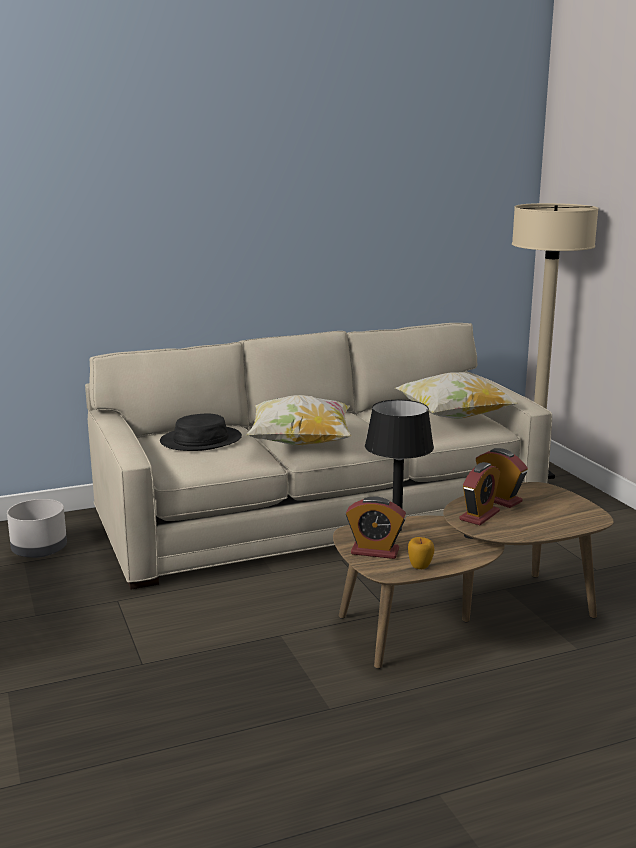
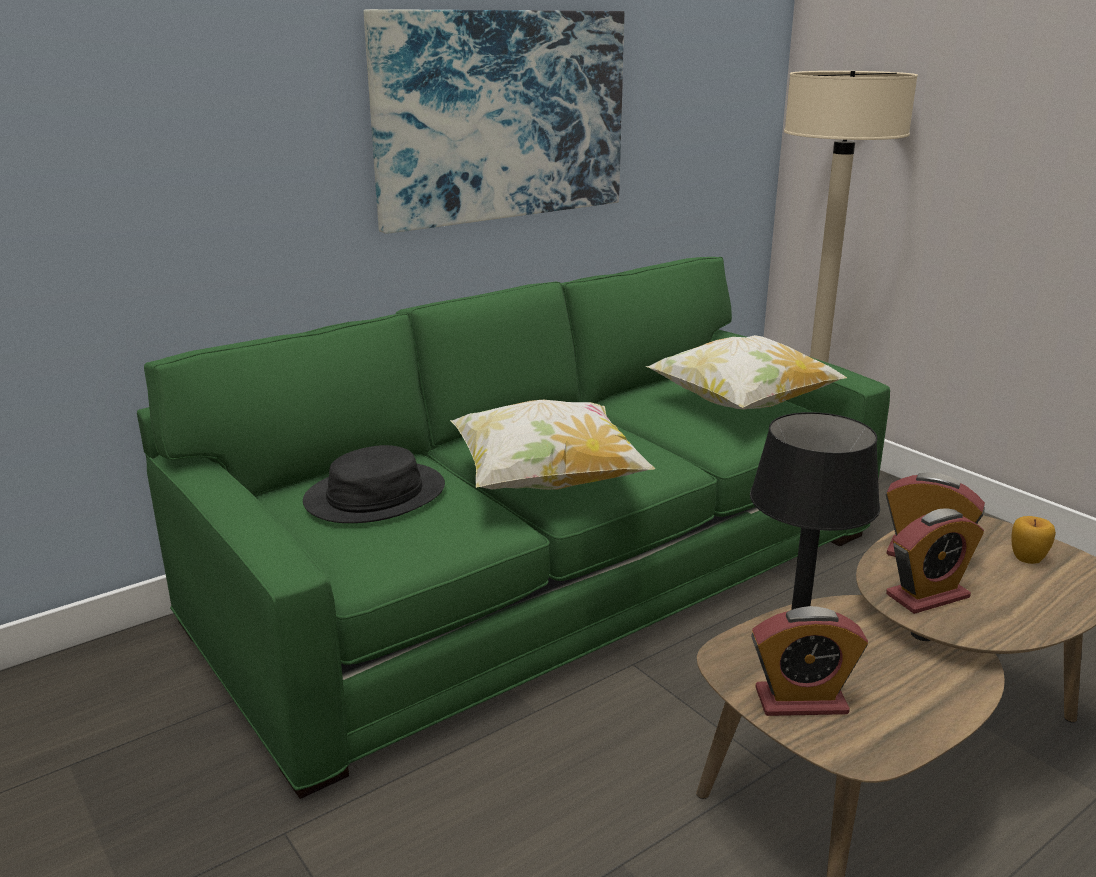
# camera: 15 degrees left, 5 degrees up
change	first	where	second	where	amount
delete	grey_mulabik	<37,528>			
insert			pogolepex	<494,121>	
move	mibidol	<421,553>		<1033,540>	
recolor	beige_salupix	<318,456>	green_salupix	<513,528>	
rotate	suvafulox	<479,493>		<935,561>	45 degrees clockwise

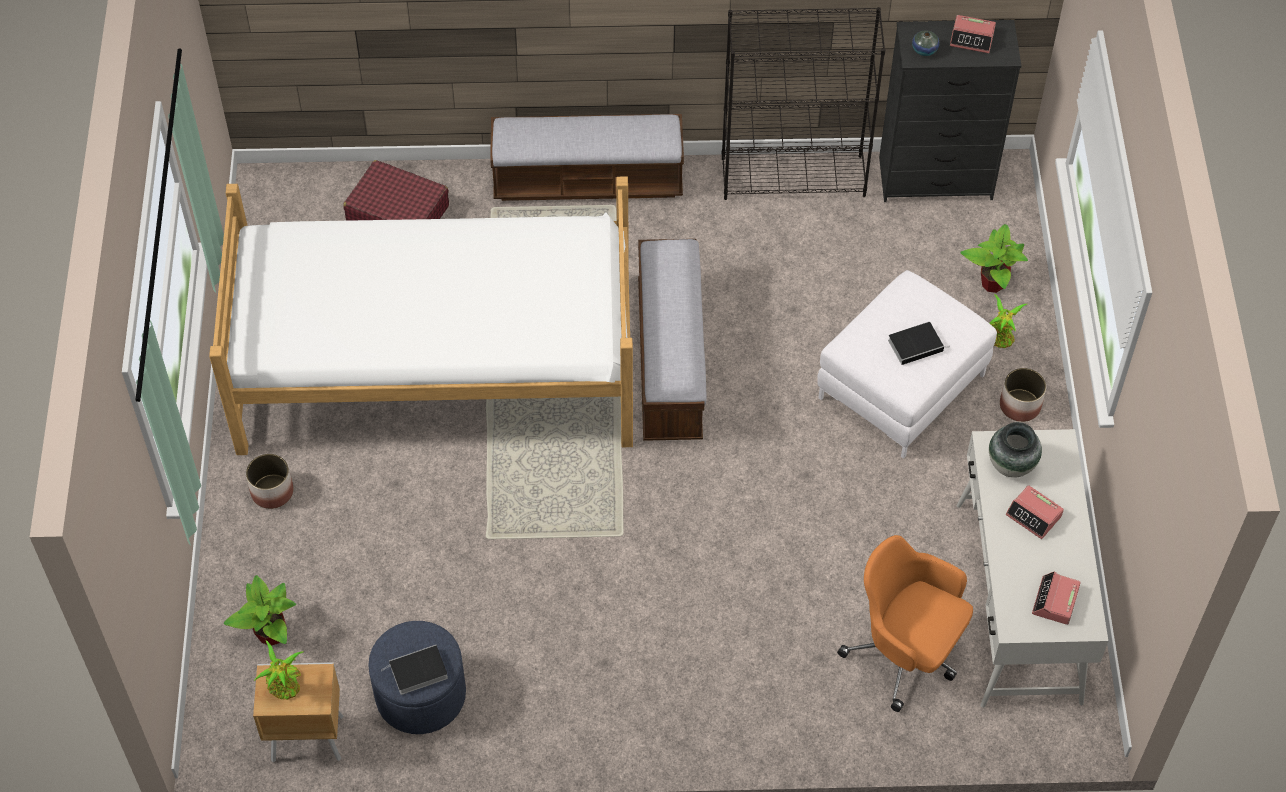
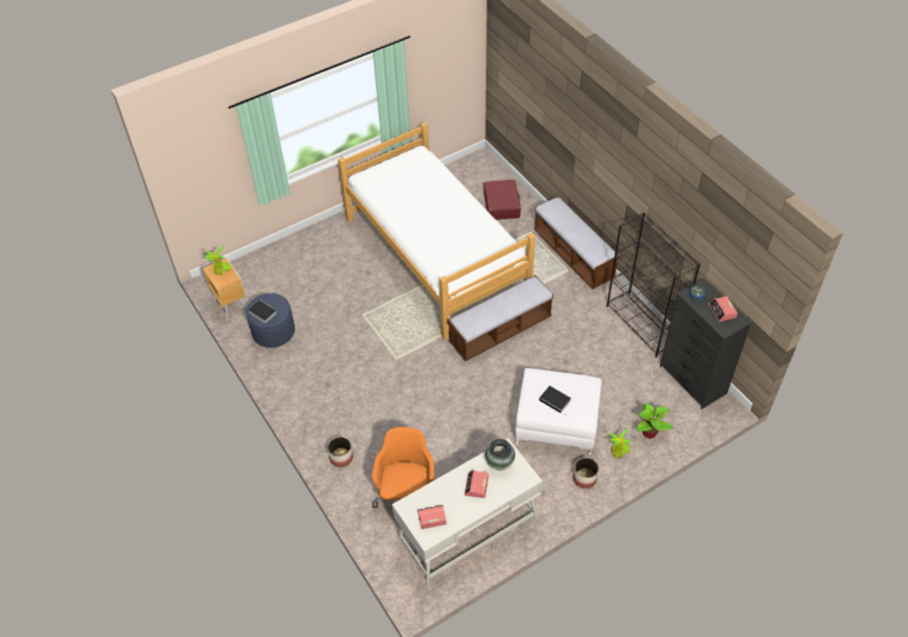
# camera: 60 degrees right, 5 degrees down
change	first	where	second	where	amount
delete	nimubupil	<260,610>			
move	mulabik	<269,481>		<340,452>	

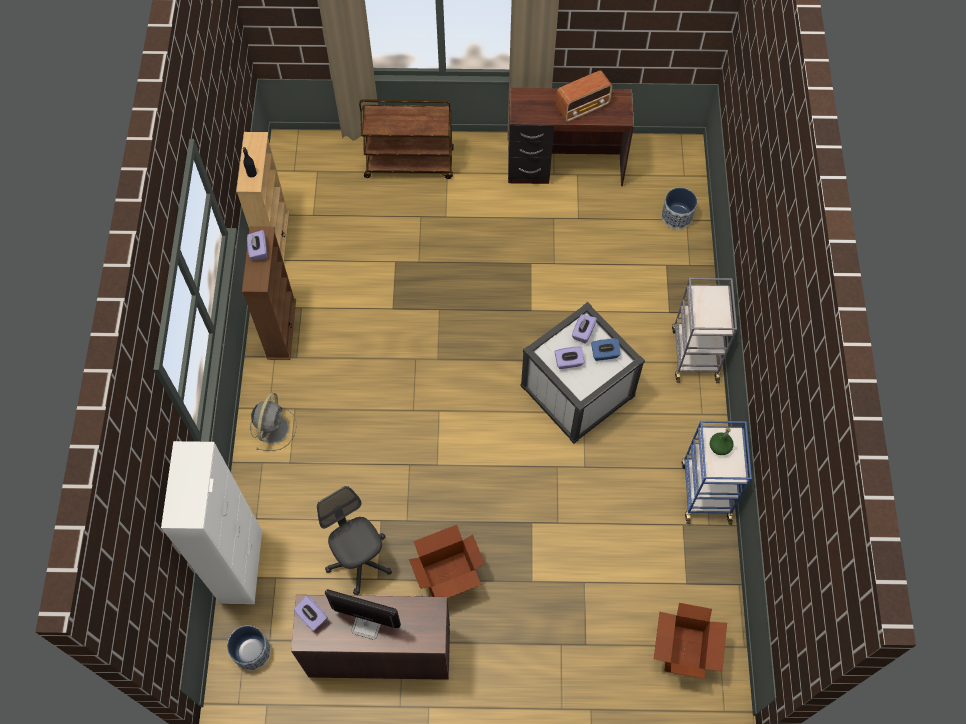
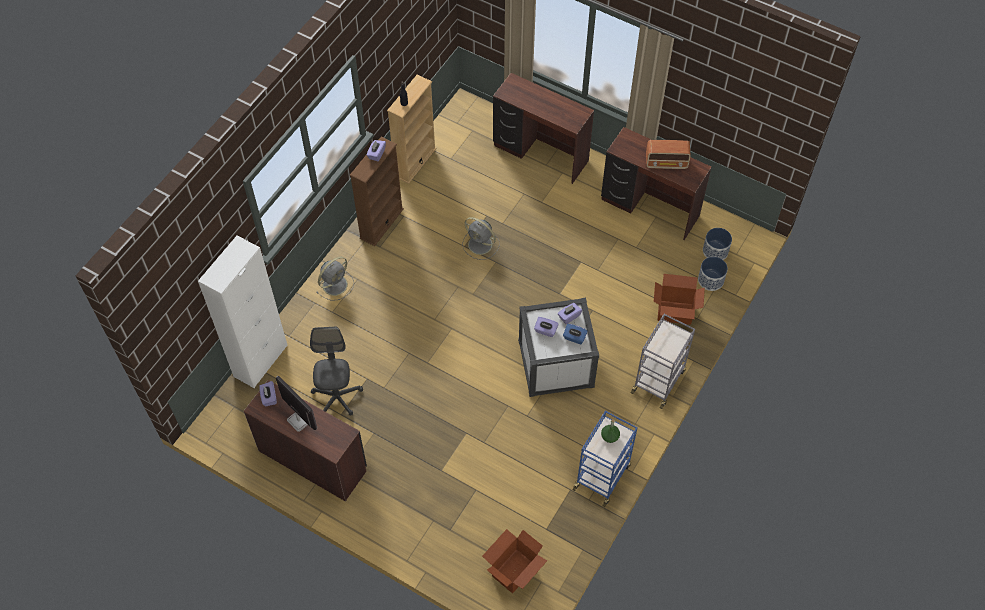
# camera: 30 degrees right, 5 degrees down
change	first	where	second	where	amount
insert			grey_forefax	<481,238>	
move	mulabik	<249,648>		<717,244>	
move	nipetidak	<447,561>		<679,299>	
replace	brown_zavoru	<406,139>	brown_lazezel	<543,128>	

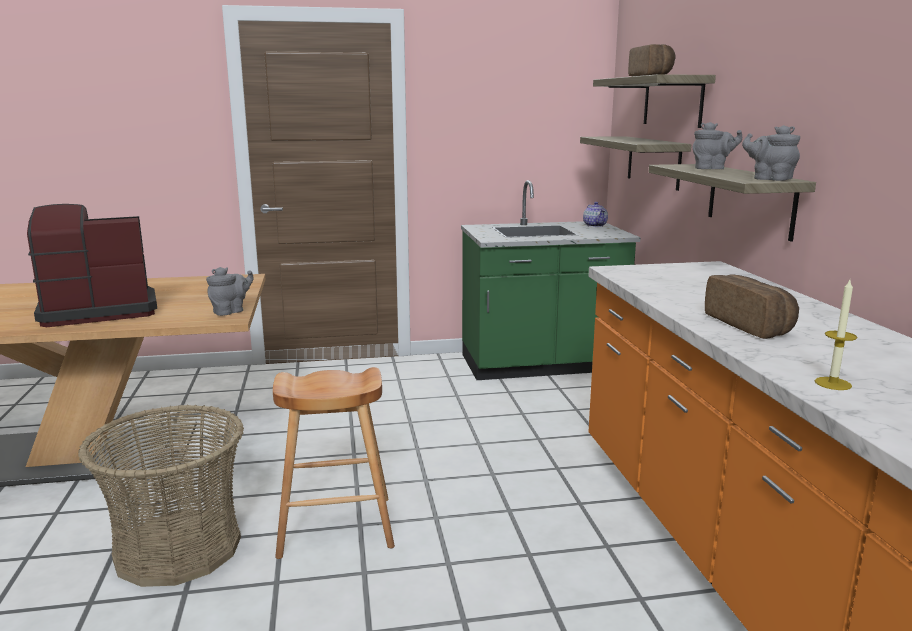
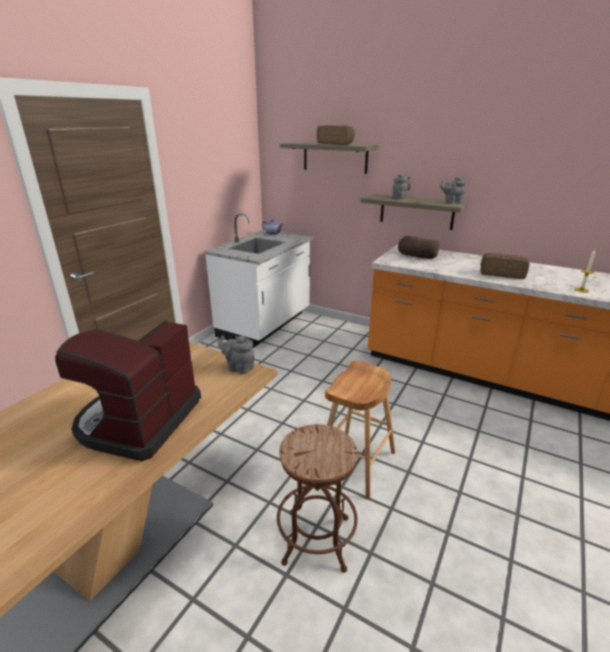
# camera: 50 degrees left, 10 degrees up
change	first	where	second	where	amount
delete	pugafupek	<635,163>			
insert			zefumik	<418,247>	
replace	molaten	<161,495>	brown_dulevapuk	<317,498>	
recolor	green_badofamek	<551,280>	white_badofamek	<259,280>	
rotate	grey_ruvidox	<230,291>		<236,355>	60 degrees counterclockwise

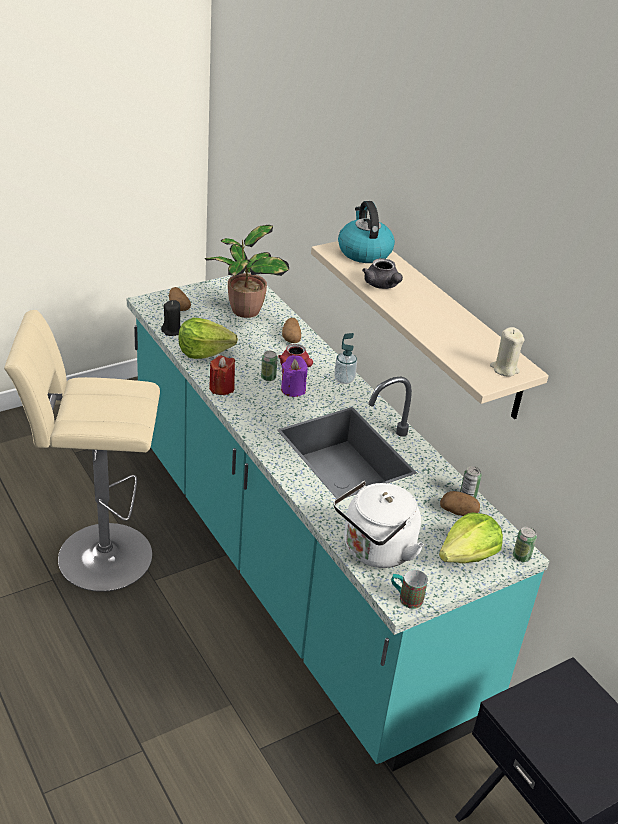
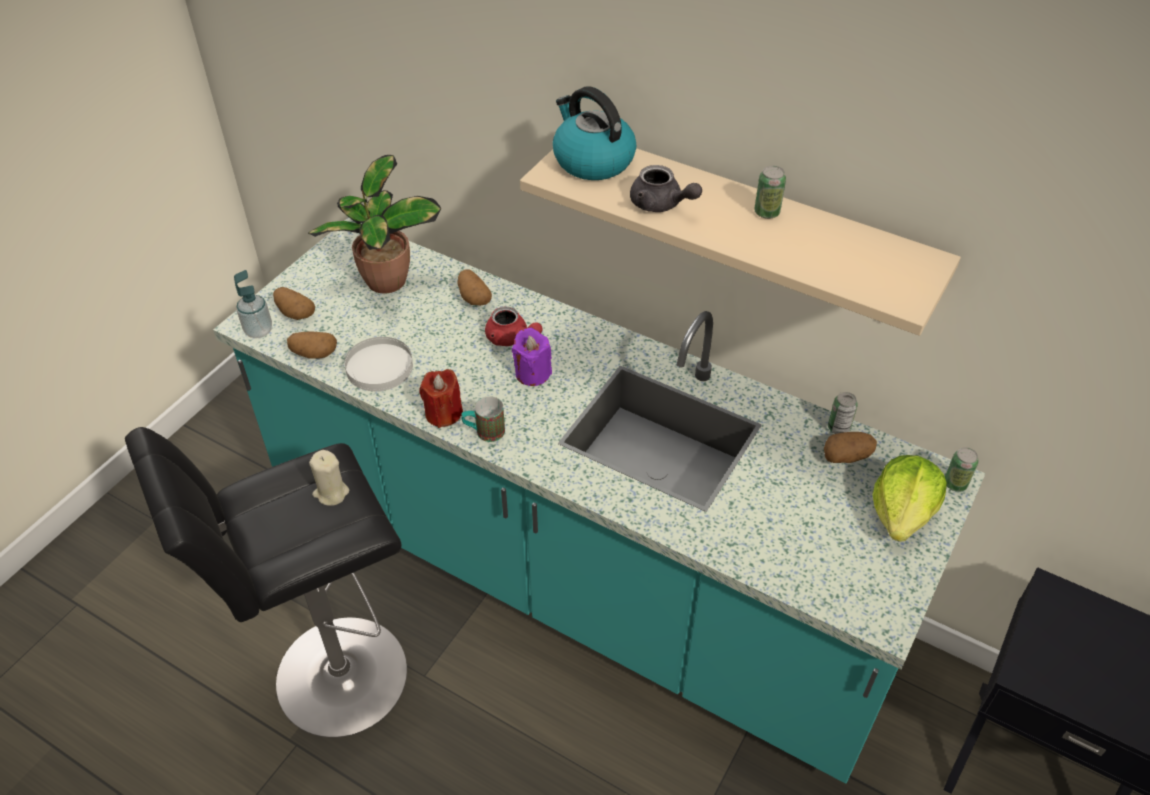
# camera: 25 degrees left, 10 degrees up
change	first	where	second	where	amount
delete	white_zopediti	<379,524>			
move	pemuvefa	<269,366>		<770,192>	
move	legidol	<345,358>		<253,304>	
move	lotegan	<409,589>		<483,419>	
move	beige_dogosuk	<507,352>		<329,478>	
replace	black_dogosuk	<171,318>	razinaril	<312,345>	
replace	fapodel	<208,338>	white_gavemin	<378,364>	
recolor	beige_dulevapuk	<82,451>	black_dulevapuk	<266,582>	

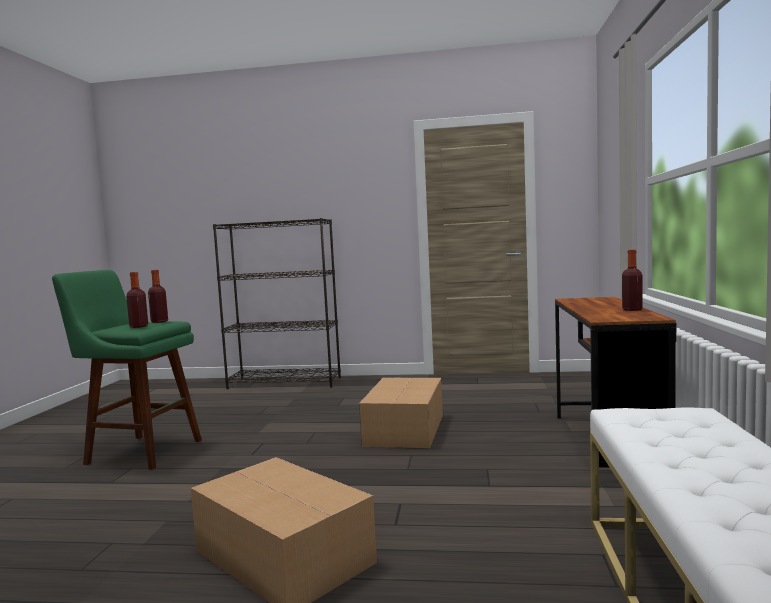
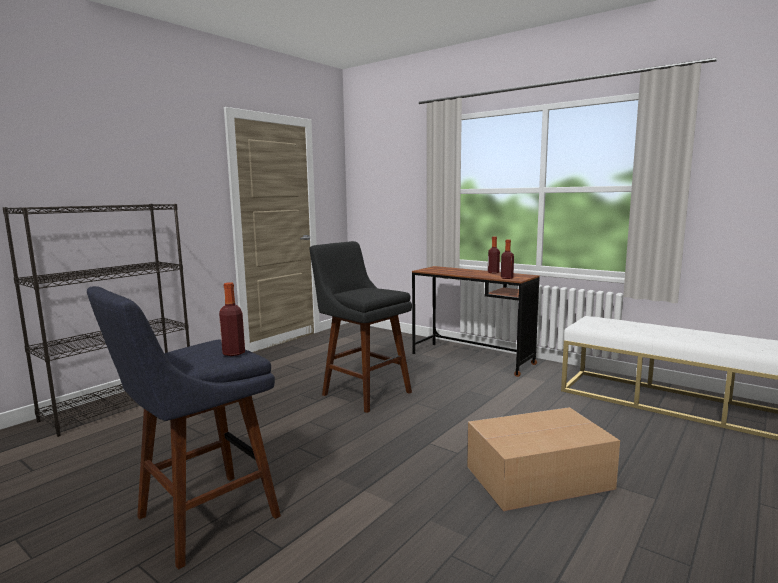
# camera: 60 degrees left, 5 degrees up
change	first	where	second	where	amount
move	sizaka	<158,296>		<507,259>	
replace	nipetidak	<401,413>	black_dulevapuk	<360,327>	
recolor	green_dulevapuk	<127,370>	blue_dulevapuk	<184,428>	

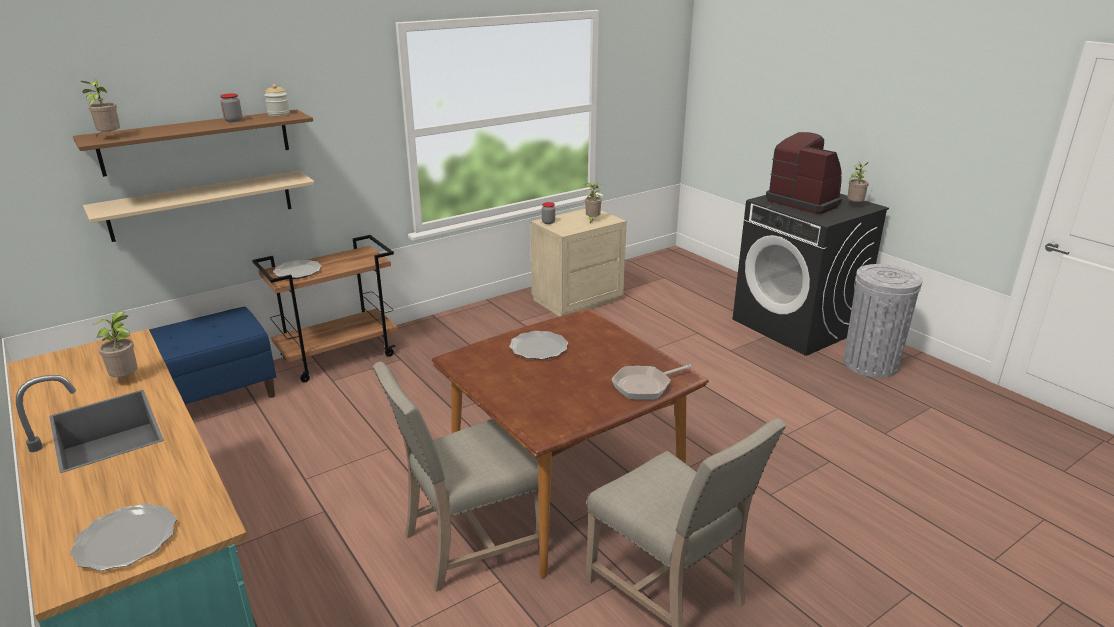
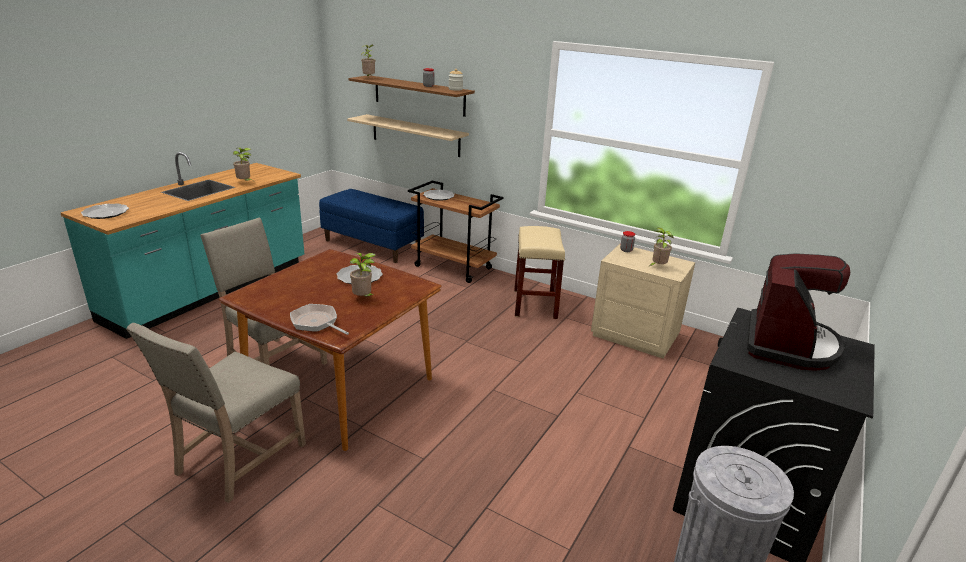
# camera: 65 degrees right, 0 degrees up
change	first	where	second	where	amount
insert			beige_dulevapuk	<539,272>	
move	nimubupil	<858,181>		<363,275>	

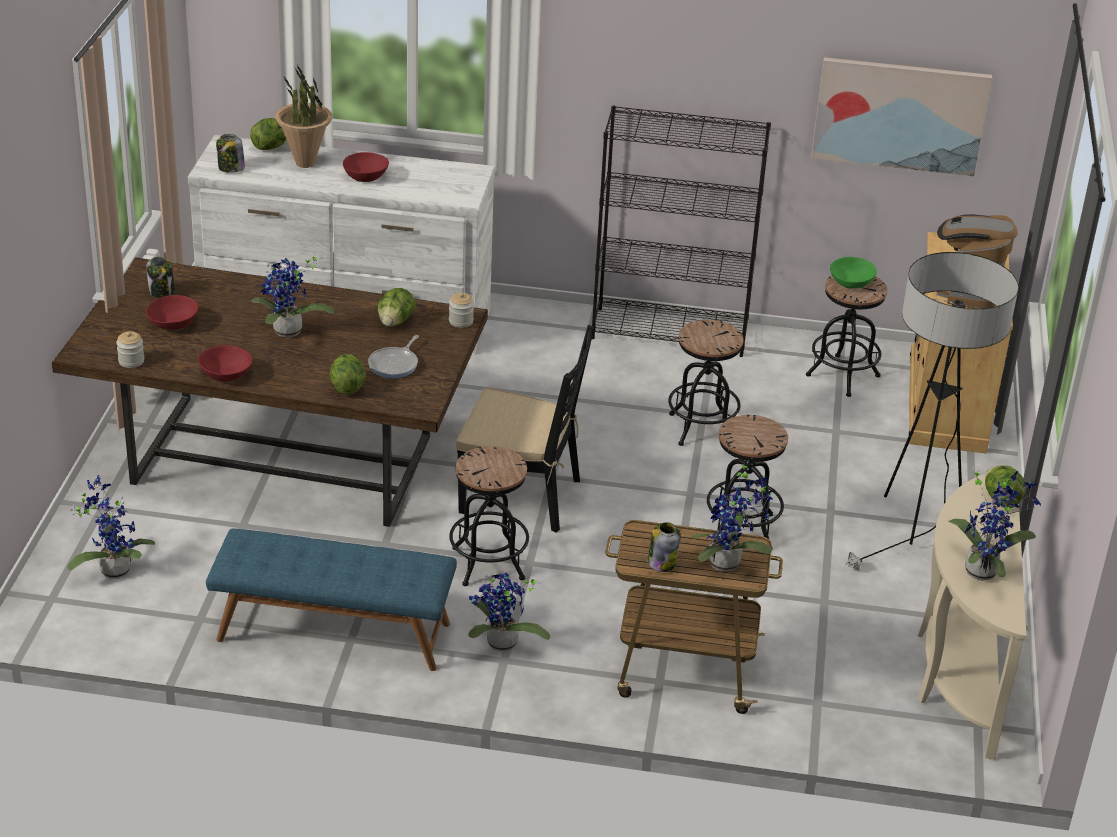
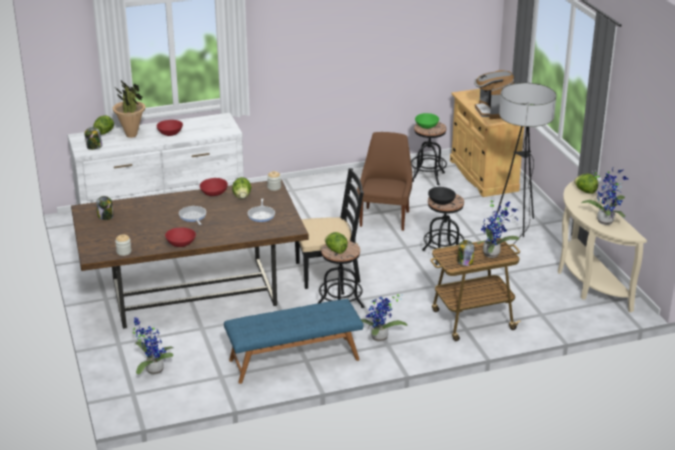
# camera: 25 degrees left, 5 degrees down
change	first	where	second	where	amount
delete	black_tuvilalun	<681,231>			
delete	pogolepex	<901,116>			
insert			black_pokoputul	<442,196>	
move	red_pokoputul	<172,312>		<214,187>	
move	fapodel	<347,374>		<336,243>	
replace	nimubupil	<292,297>	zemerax	<192,215>	
replace	black_dulevapuk	<706,383>	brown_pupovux	<384,181>	

